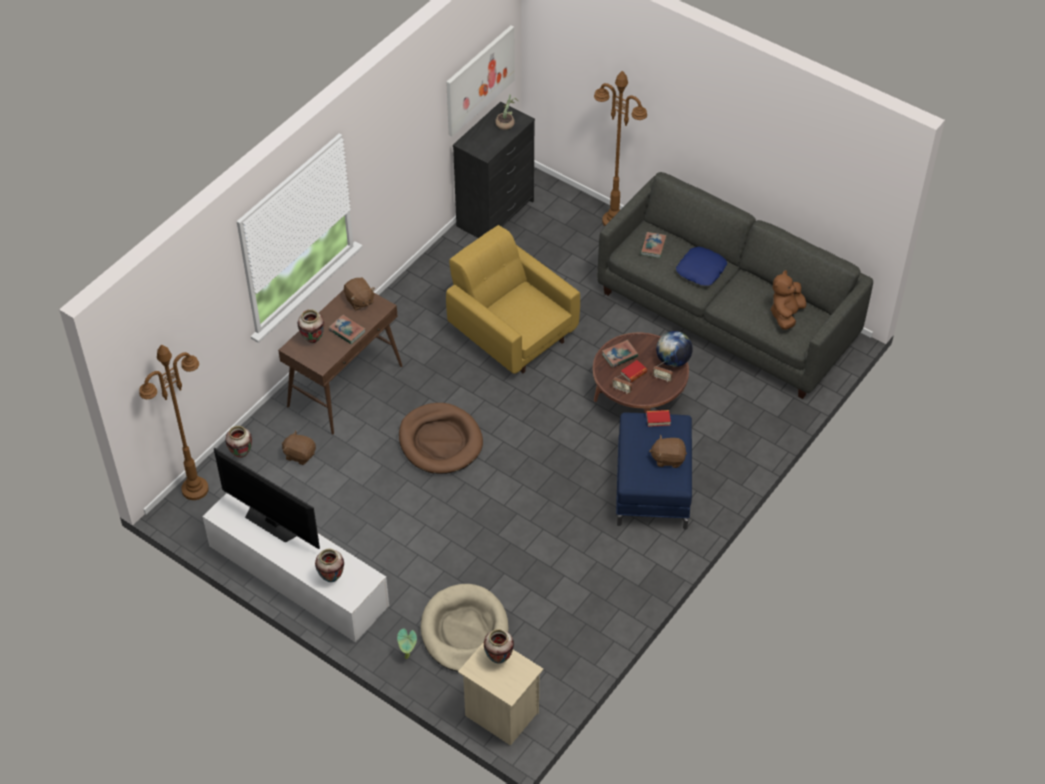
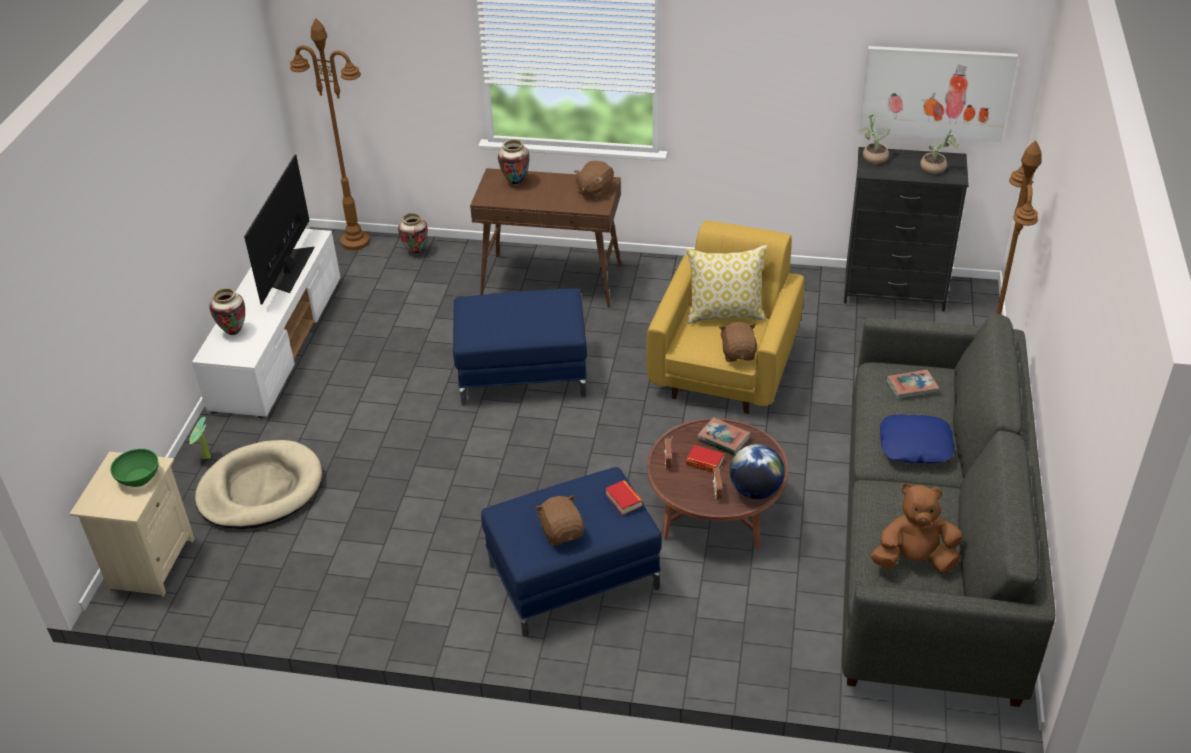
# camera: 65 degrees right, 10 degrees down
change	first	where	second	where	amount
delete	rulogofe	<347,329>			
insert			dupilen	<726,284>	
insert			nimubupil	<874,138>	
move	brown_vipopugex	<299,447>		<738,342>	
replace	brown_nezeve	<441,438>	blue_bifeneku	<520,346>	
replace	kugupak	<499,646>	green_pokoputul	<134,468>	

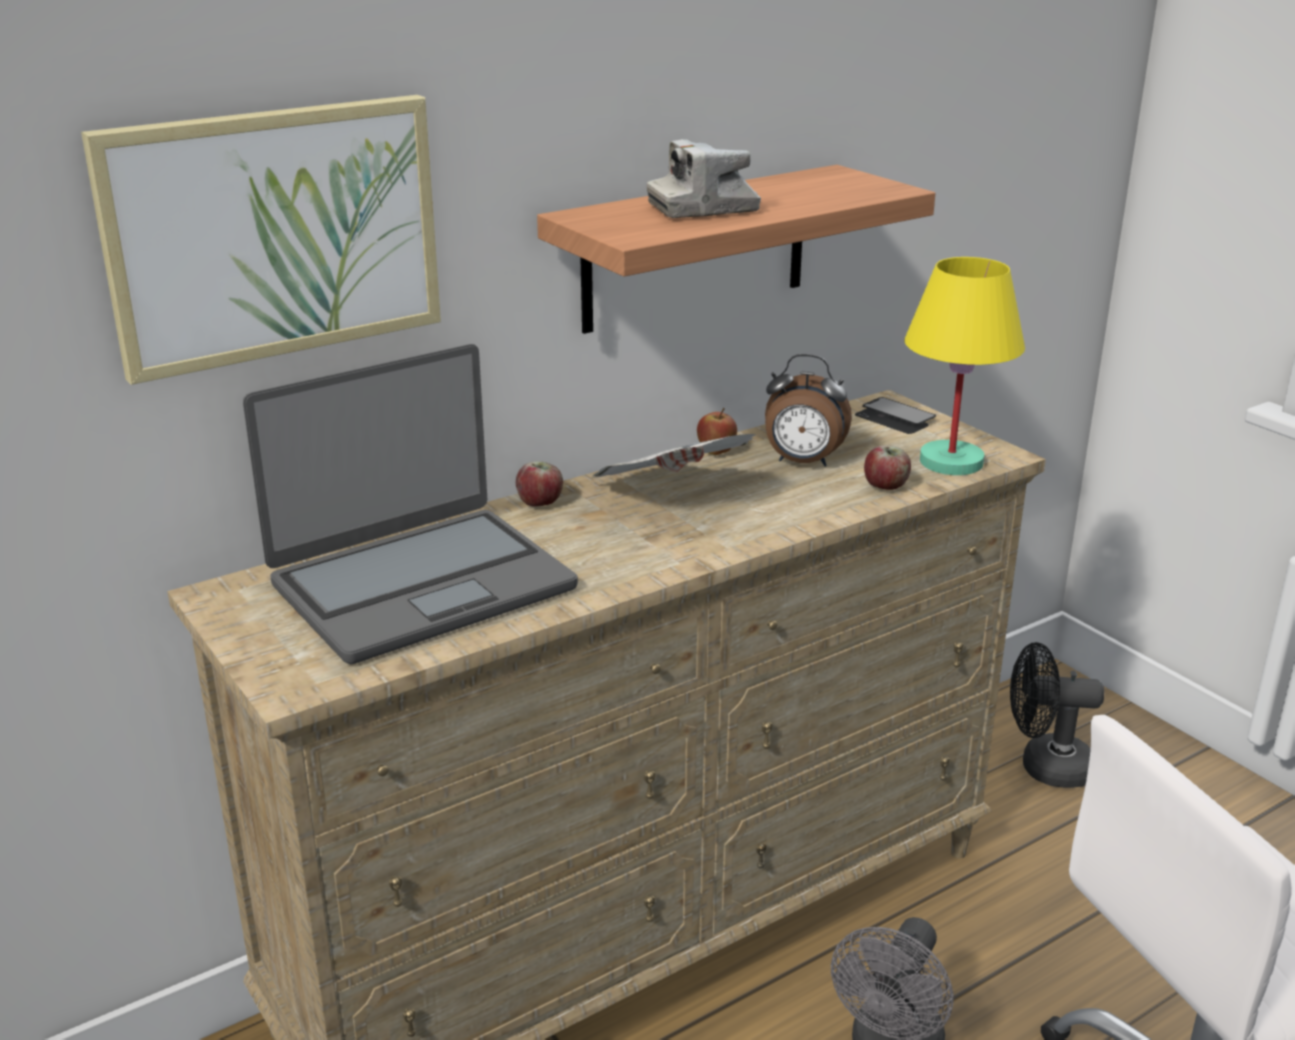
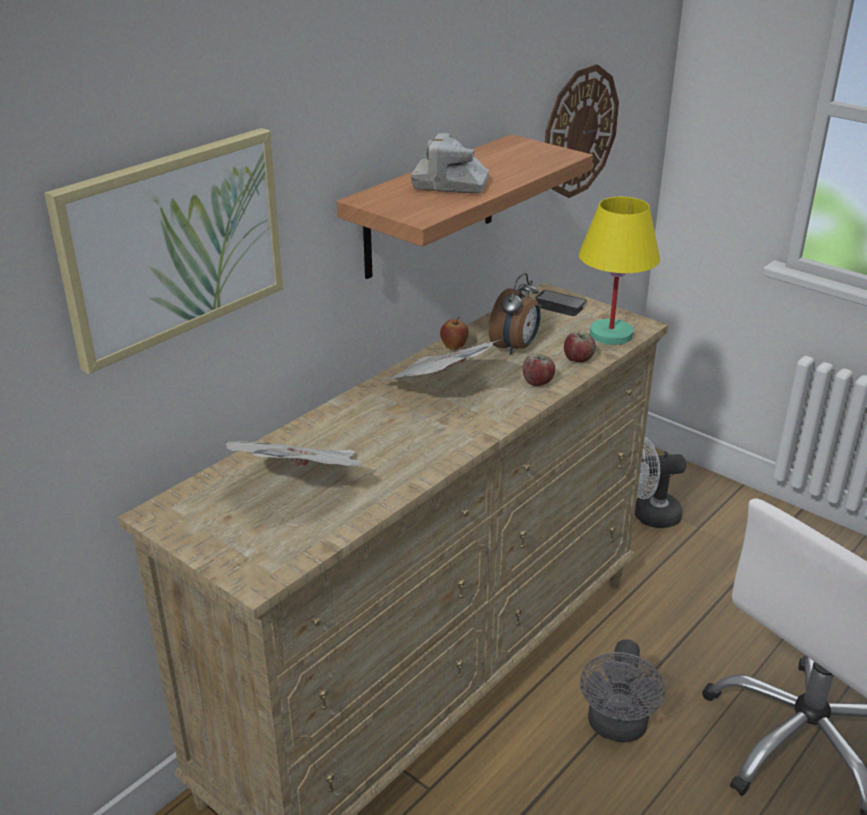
# camera: 15 degrees left, 5 degrees up
change	first	where	second	where	amount
insert			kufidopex	<582,131>	
move	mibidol	<539,484>		<538,370>	
replace	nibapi	<410,504>	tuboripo	<294,454>	
recolor	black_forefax	<1057,715>	white_forefax	<660,482>	
rotate	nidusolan	<704,178>		<450,163>	45 degrees clockwise
rotate	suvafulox	<808,410>		<515,314>	60 degrees counterclockwise

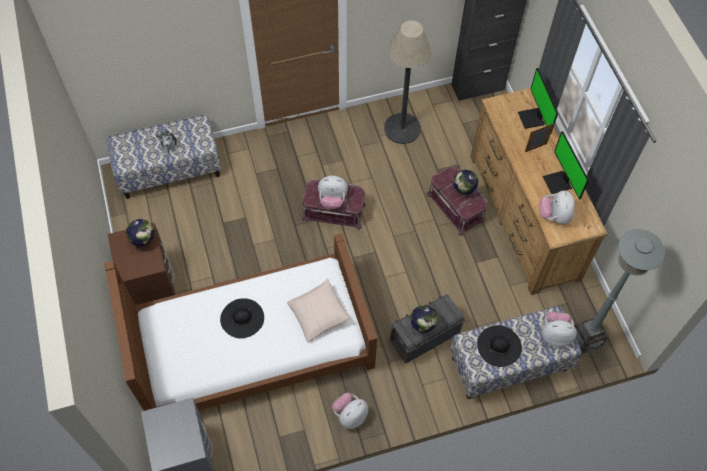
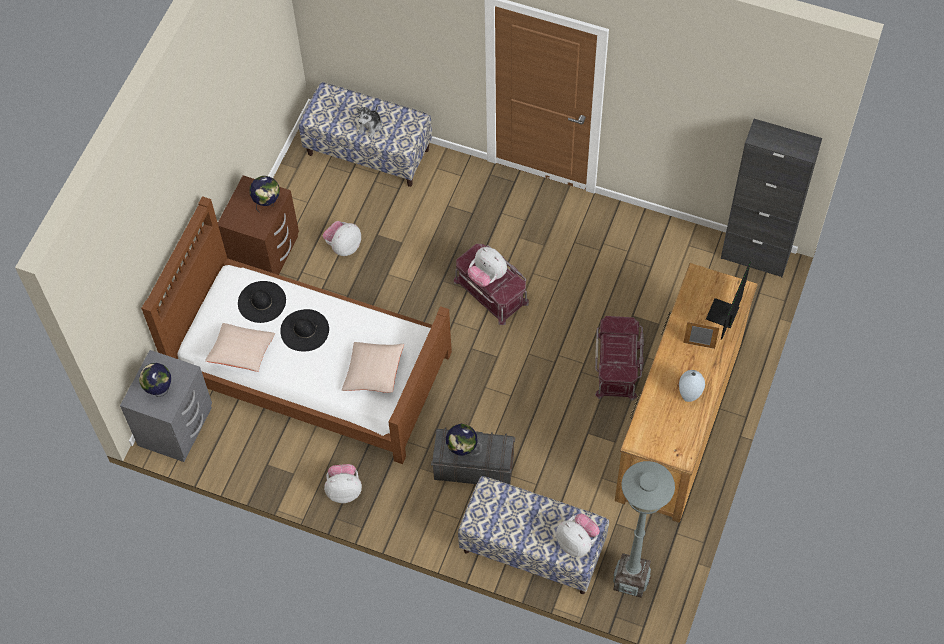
# camera: 40 degrees right, 0 degrees up
change	first	where	second	where	amount
delete	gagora	<407,82>			
insert			beige_dupilen	<240,347>	
move	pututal	<465,183>		<155,380>	
move	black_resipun	<499,346>		<262,302>	
move	vipopugex	<557,207>		<342,238>	
replace	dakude	<566,165>	grey_kugupak	<692,386>	

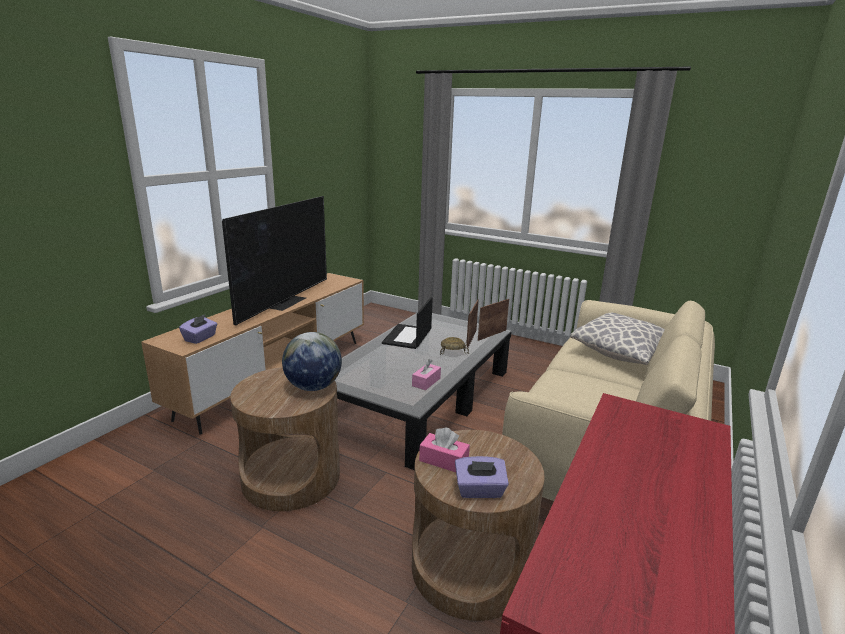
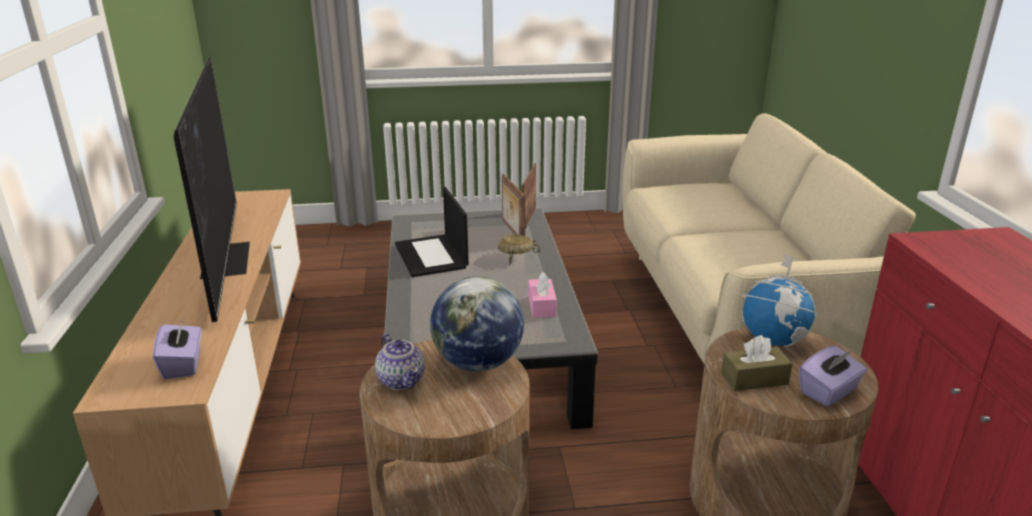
# camera: 35 degrees left, 5 degrees up
change	first	where	second	where	amount
delete	dupilen	<617,339>			
insert			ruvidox	<400,362>	
insert			pututal	<780,300>	
recolor	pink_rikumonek	<444,449>	brown_rikumonek	<757,363>	

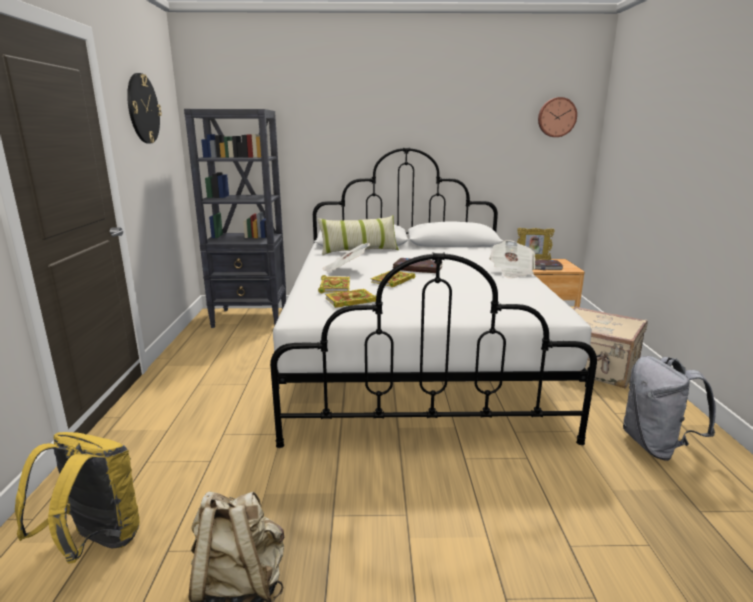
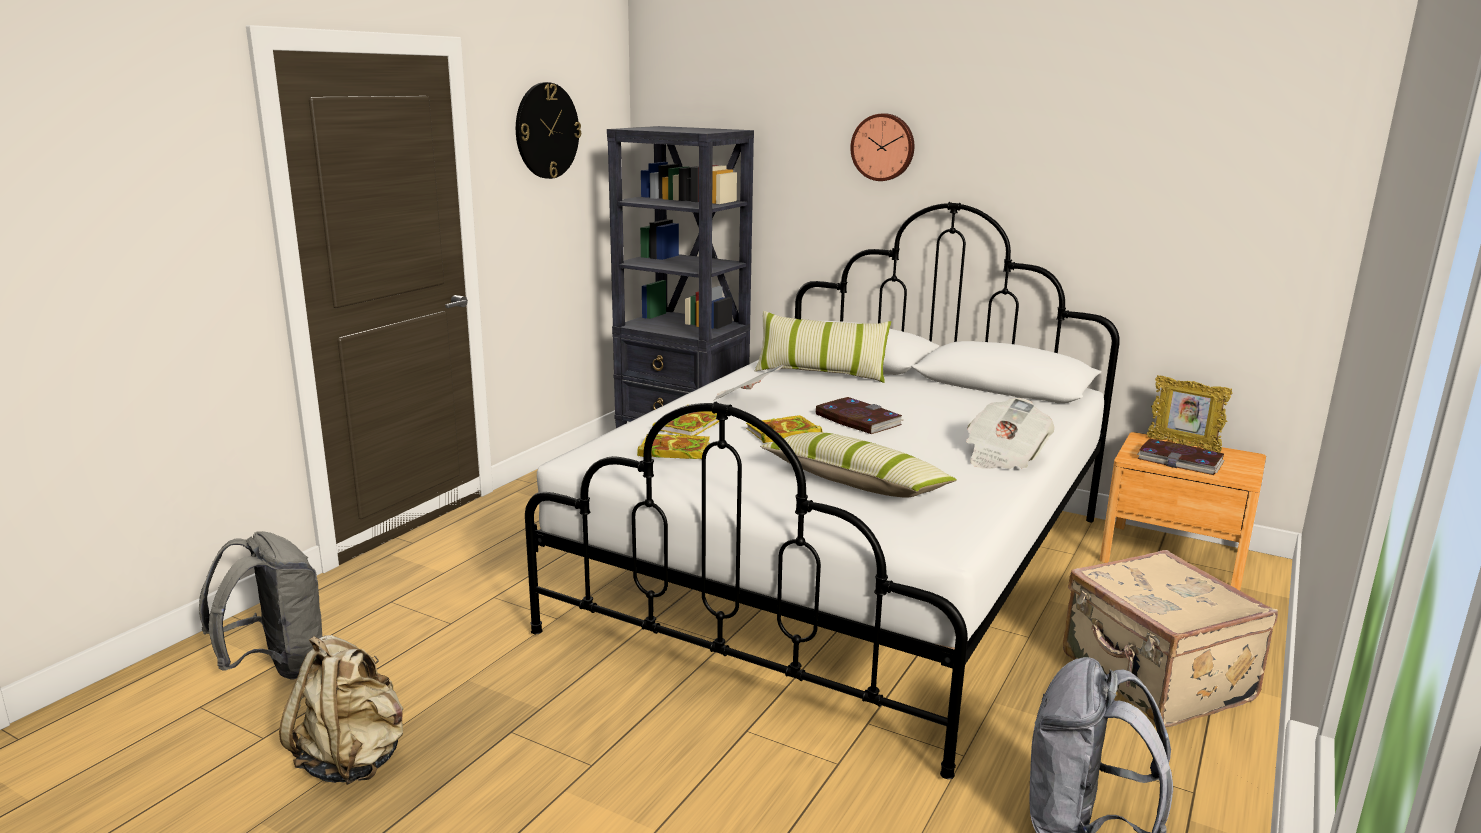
# camera: 30 degrees right, 0 degrees up
change	first	where	second	where	amount
insert			dupilen	<858,465>	
move	kufidopex	<557,117>		<882,147>	
recolor	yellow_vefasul	<77,497>	grey_vefasul	<262,605>	

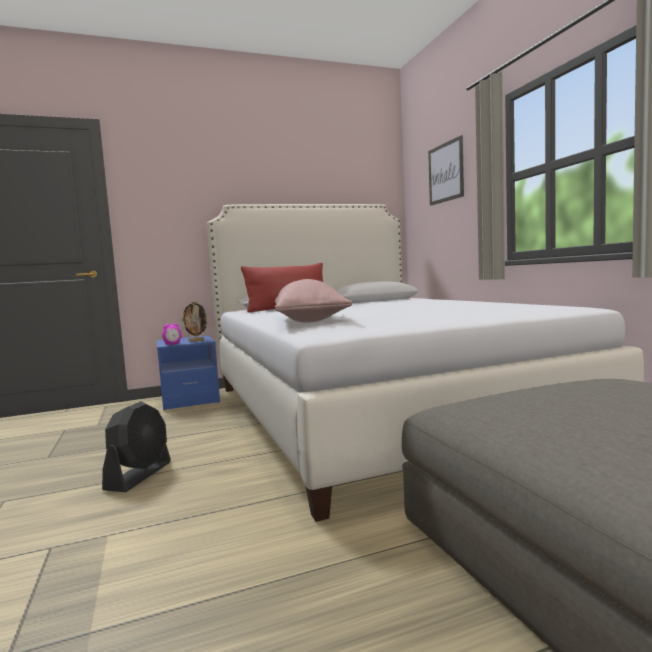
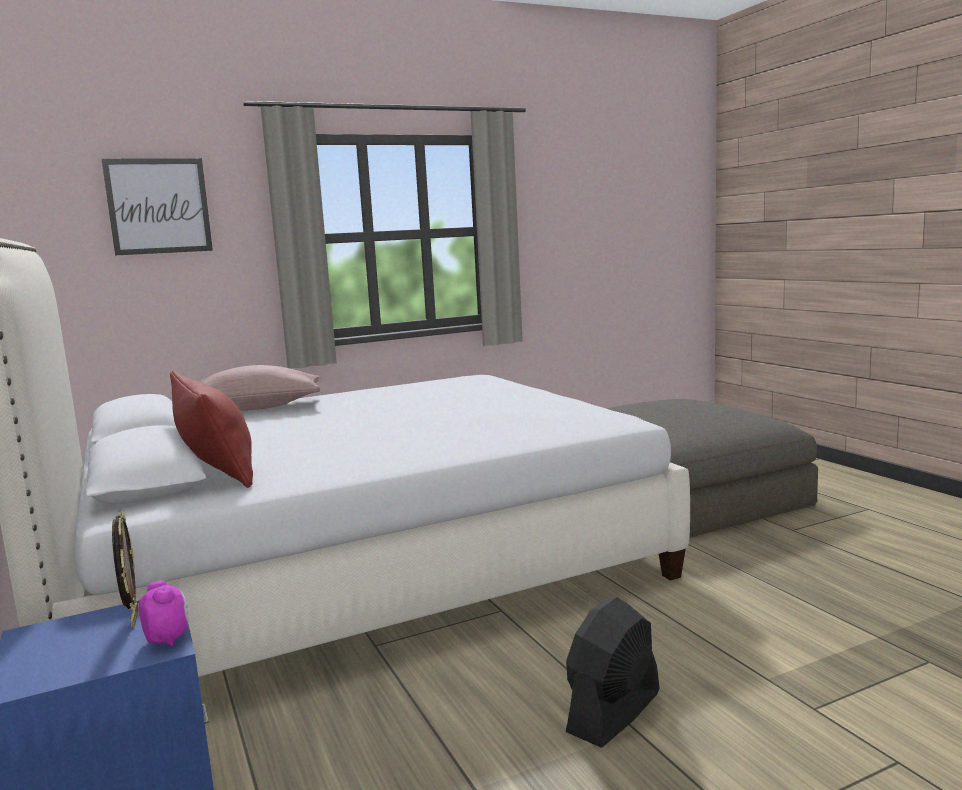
# camera: 95 degrees left, 5 degrees up
change	first	where	second	where	amount
move	pink_dupilen	<314,301>		<260,388>	
rotate	black_forefax	<136,446>		<613,672>	60 degrees counterclockwise

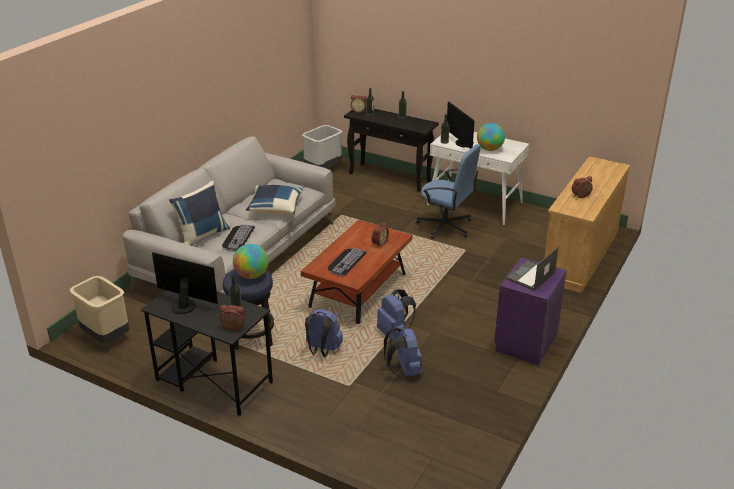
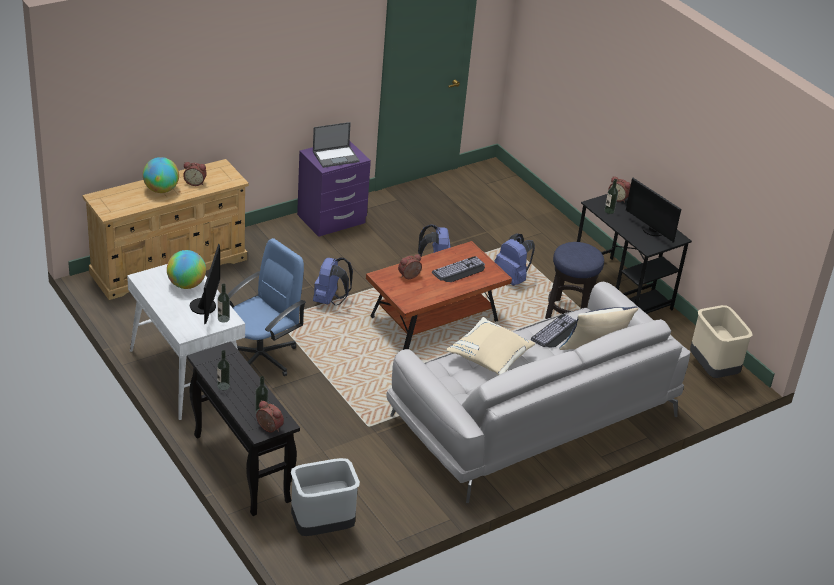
# camera: 155 degrees left, 5 degrees up
change	first	where	second	where	amount
move	pututal	<250,261>		<161,175>	
move	blue_vefasul	<403,352>		<333,282>	
recolor	blue_dupilen	<275,199>	beige_dupilen	<490,346>	
rotate	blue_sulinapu	<448,191>		<267,307>	75 degrees clockwise

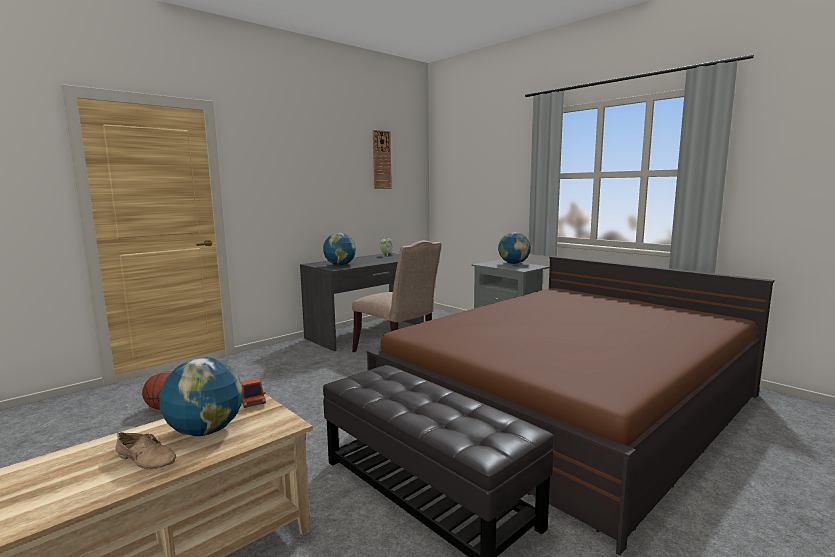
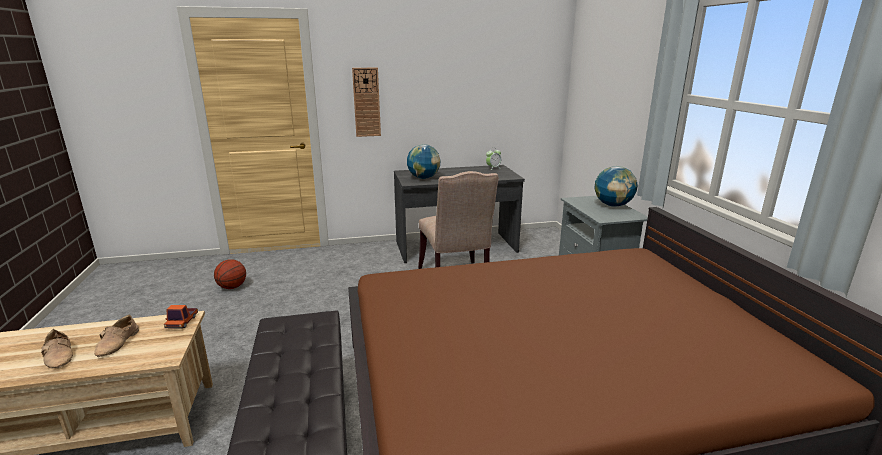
# camera: 30 degrees right, 10 degrees up
change	first	where	second	where	amount
move	kufidopex	<382,159>		<366,102>	
replace	pututal	<201,396>	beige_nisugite	<116,335>	

